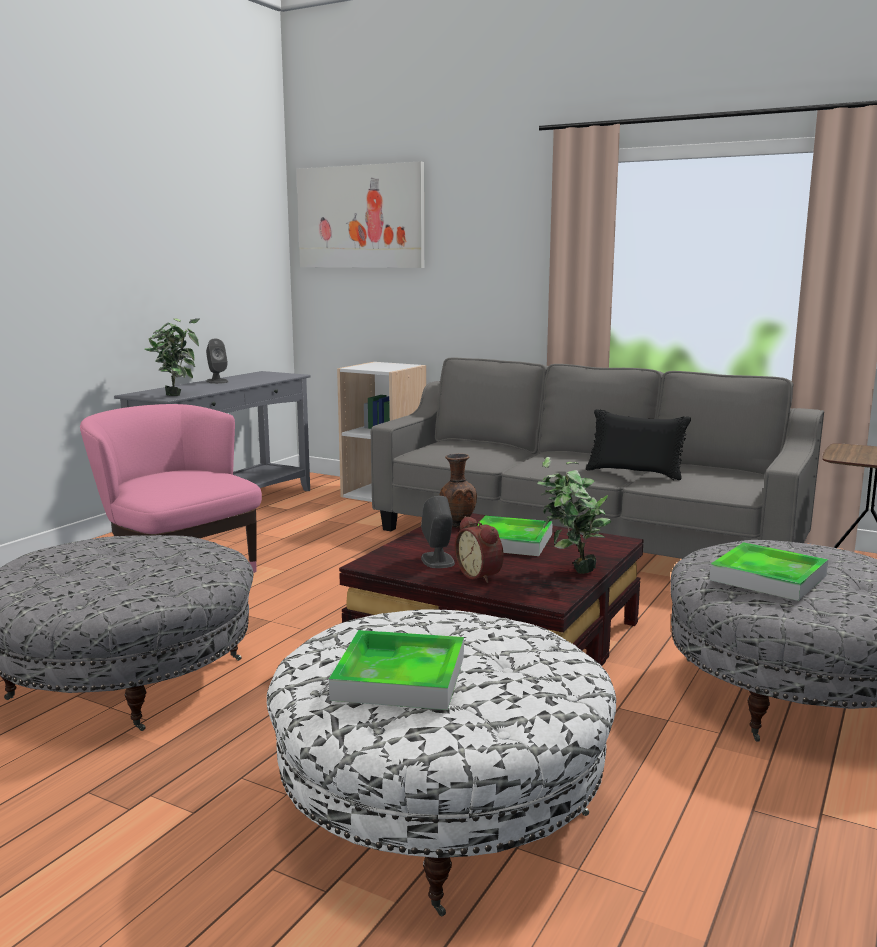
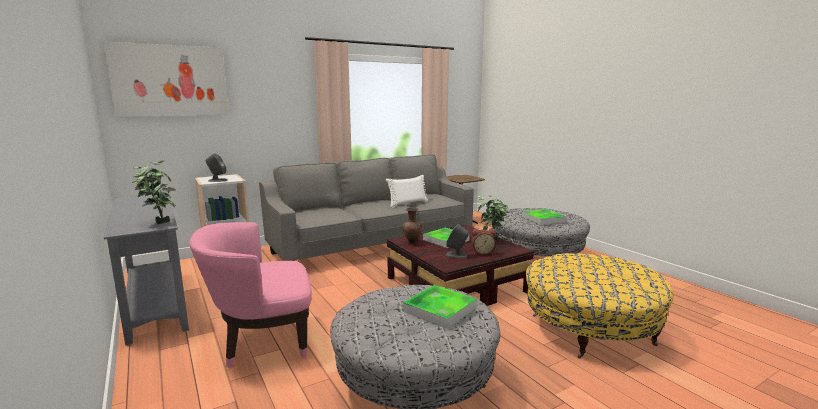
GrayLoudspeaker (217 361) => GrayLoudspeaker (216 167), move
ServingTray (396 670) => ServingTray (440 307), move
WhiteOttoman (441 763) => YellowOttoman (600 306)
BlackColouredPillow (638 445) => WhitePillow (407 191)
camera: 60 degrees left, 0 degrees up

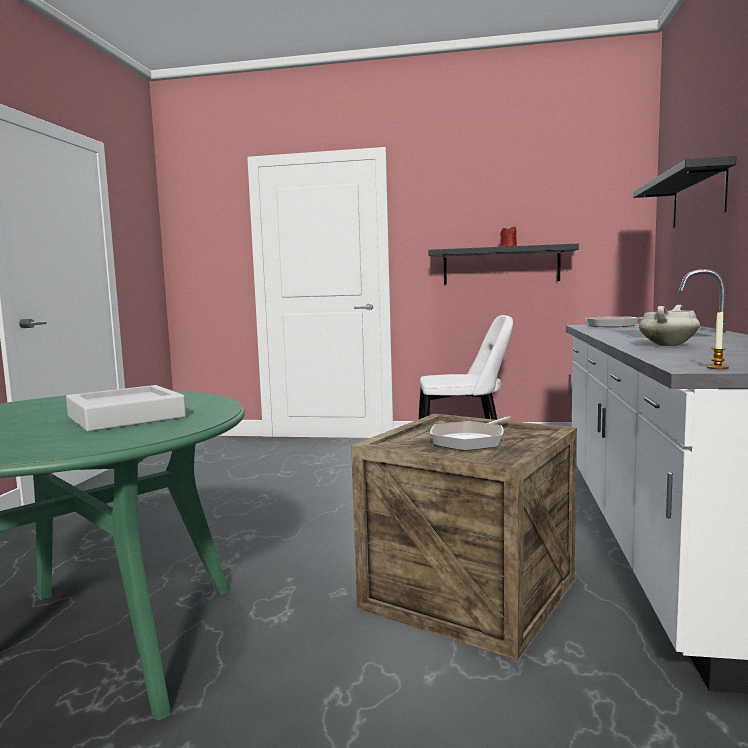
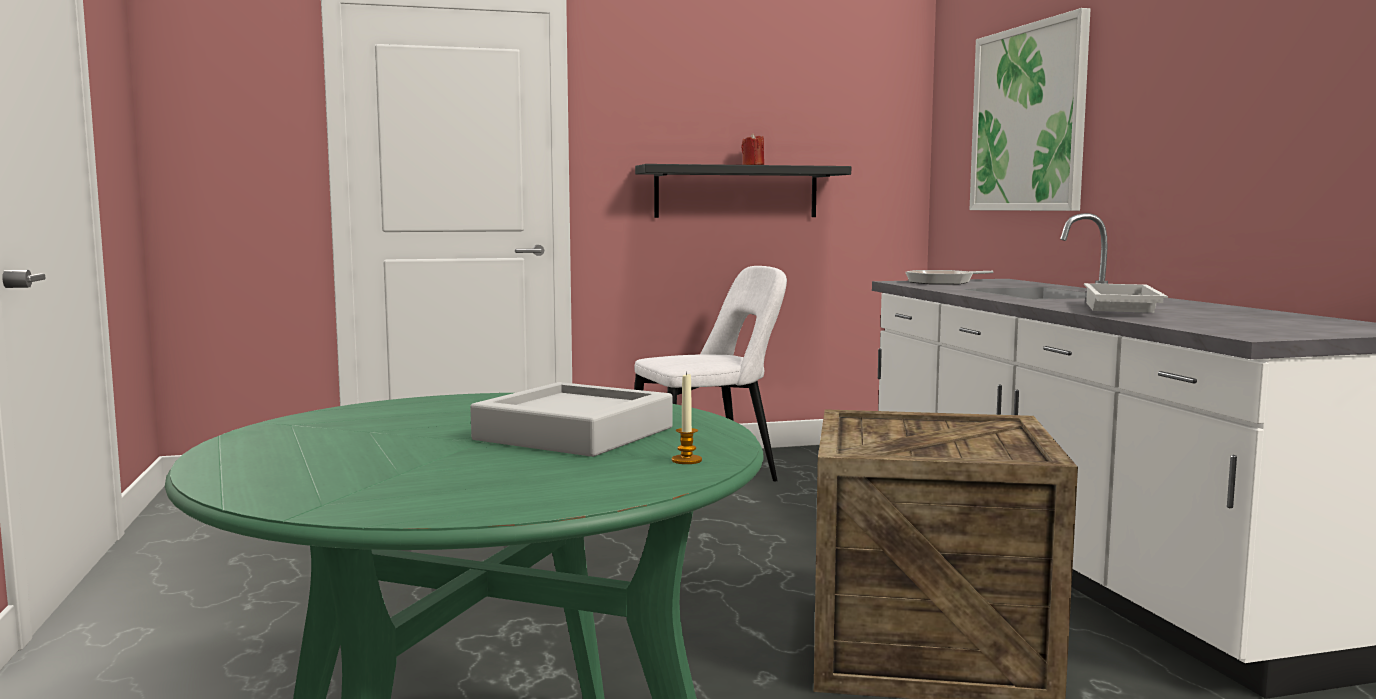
Skillet (470 433) => nothing
WaxLight (718 340) => WaxLight (687 418), move
BlackColouredShelf (684 192) => WallPicture (1030 109)
WhiteSaucepot (669 325) => WhiteServingTray (1126 298)
camera: 25 degrees left, 0 degrees up

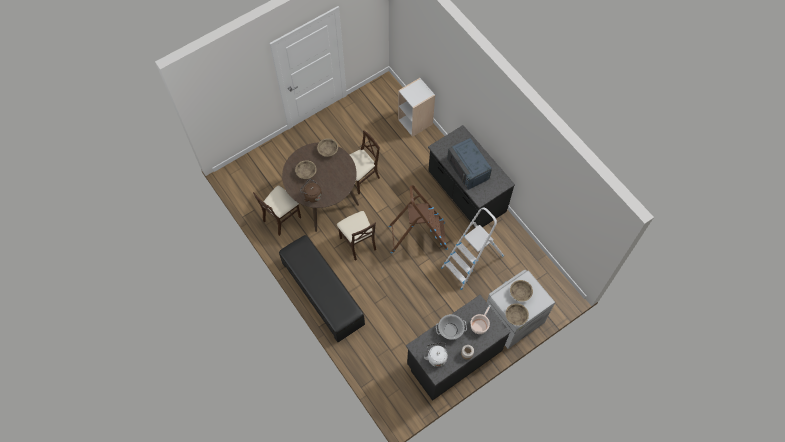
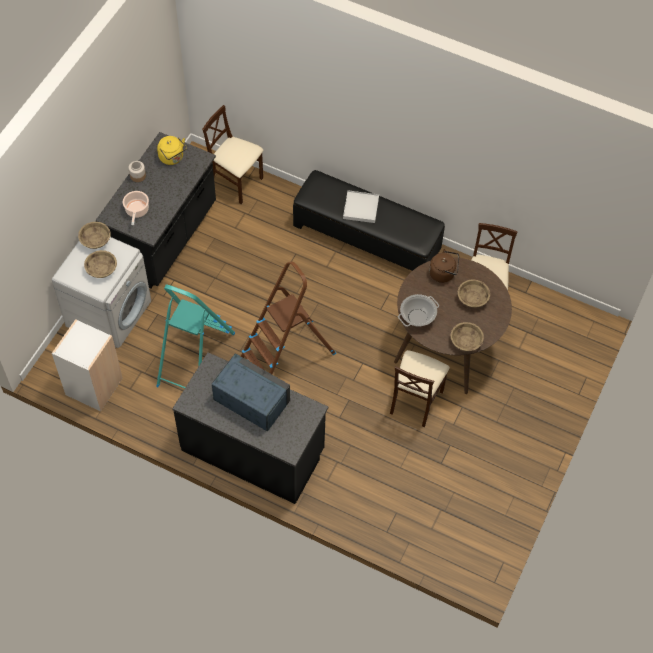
nothing => WhiteServingTray (361 206)
BeigeUprightChair (356 236) => BeigeUprightChair (233 154), move
Bookcase (416 107) => Bookcase (87 365), move
Saucepot (451 327) => Saucepot (418 310), move
WhiteKettle (436 354) => YellowKettle (172 150)
WhiteStepladder (472 248) => BlueGreenStepladder (195 336)
camera: 150 degrees right, 5 degrees down

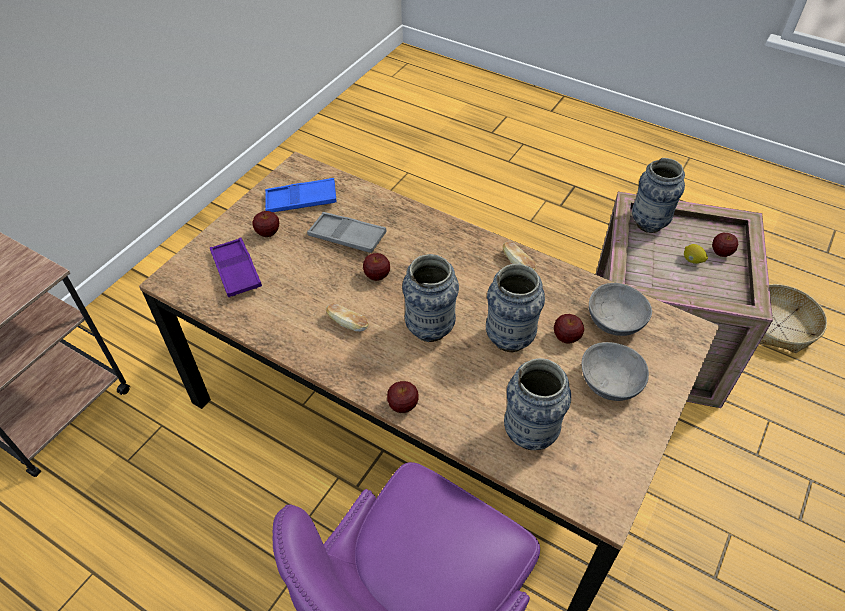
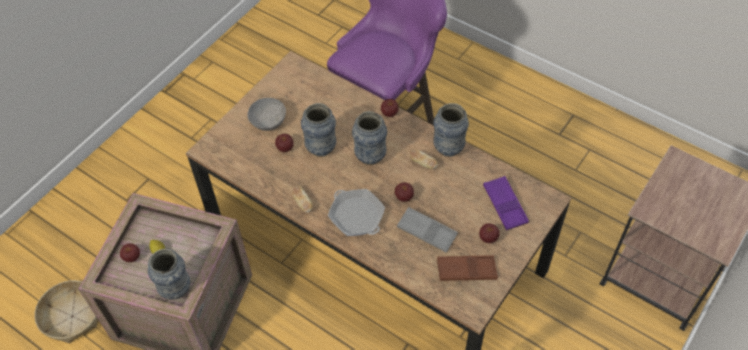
GrayServingBowl (620 309) => nothing
nothing => Skillet (356 212)
DecorativeVase (537 404) => DecorativeVase (451 130), move
BlueServingTray (301 195) => BrownServingTray (467 268)
camera: 175 degrees left, 5 degrees up

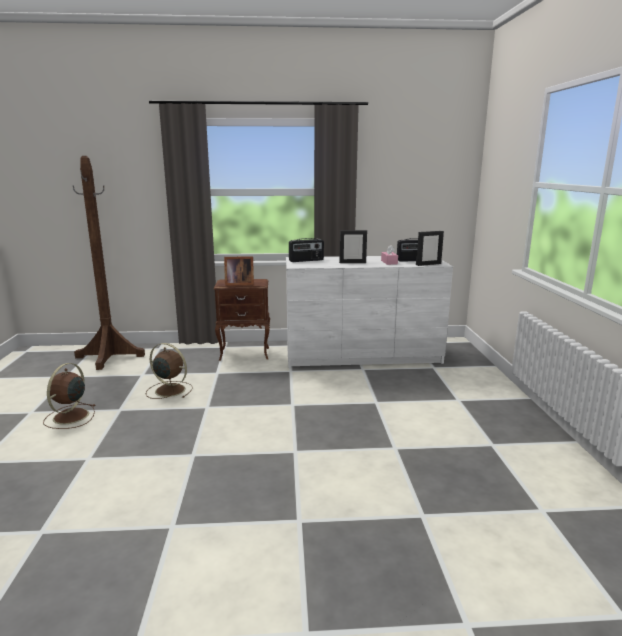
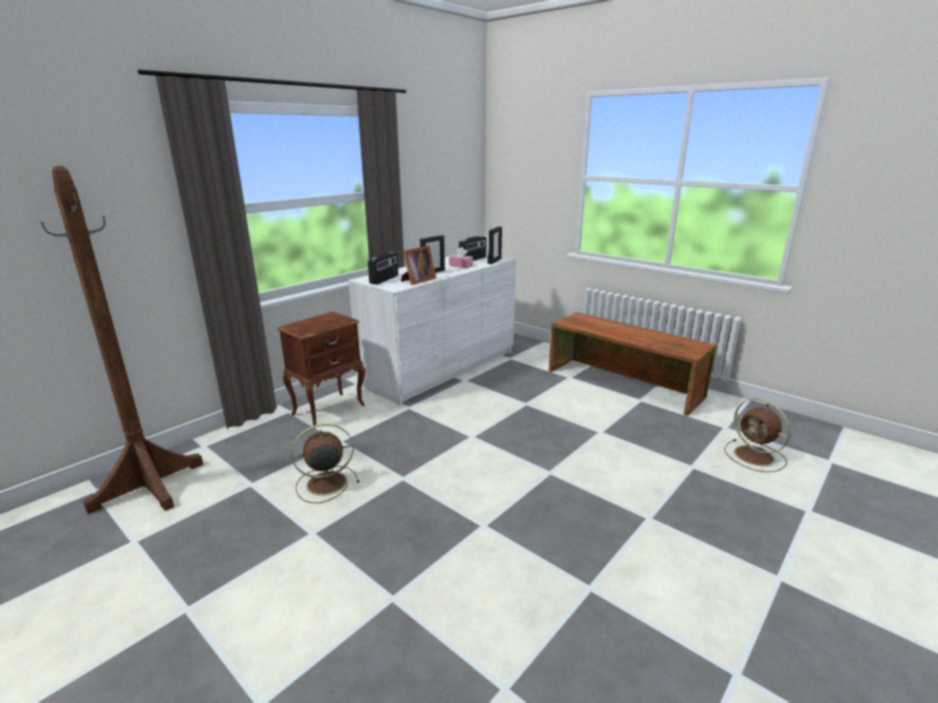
nothing => BrownIndoorBench (633 364)
BrownElectricFan (69 396) => BrownElectricFan (757 435), move
PictureFrame (239 271) => PictureFrame (418 265), move
camera: 45 degrees left, 5 degrees up

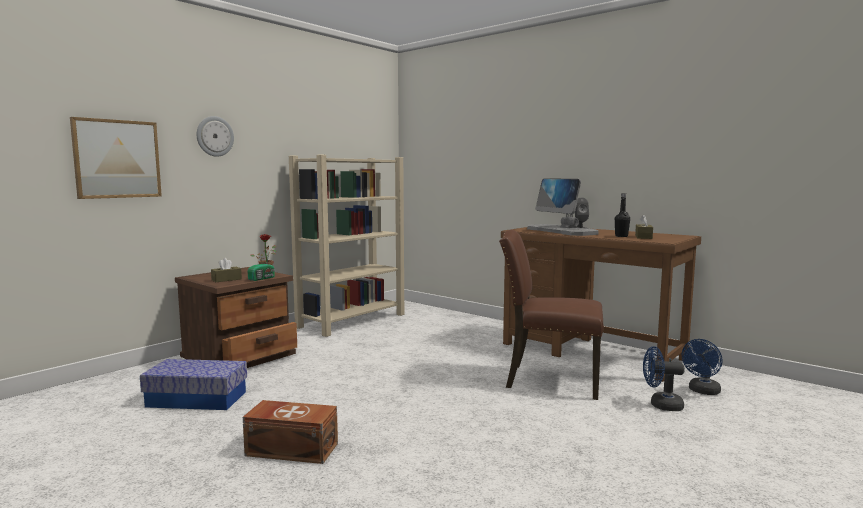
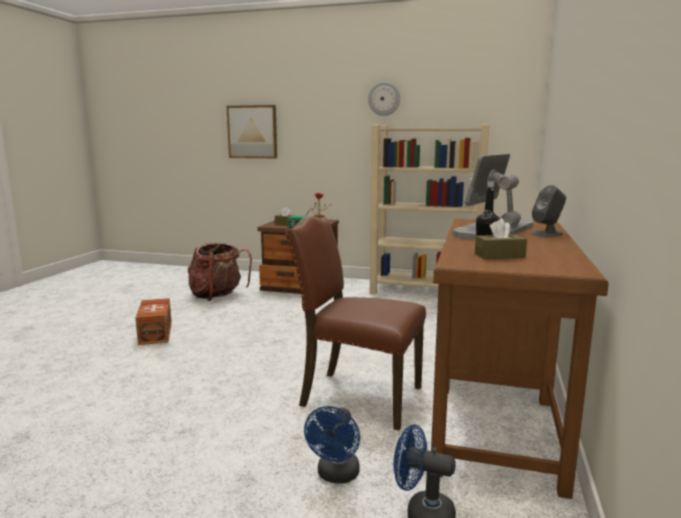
HangingClock (215 136) => HangingClock (384 99), move
StorageContainer (193 384) => Rucksack (220 271)
BrownUprightChair (551 315) => BrownUprightChair (355 323), 60 degrees counterclockwise
BlueElectricFan (664 378) => BlueElectricFan (332 444), 150 degrees counterclockwise
camera: 65 degrees right, 5 degrees up

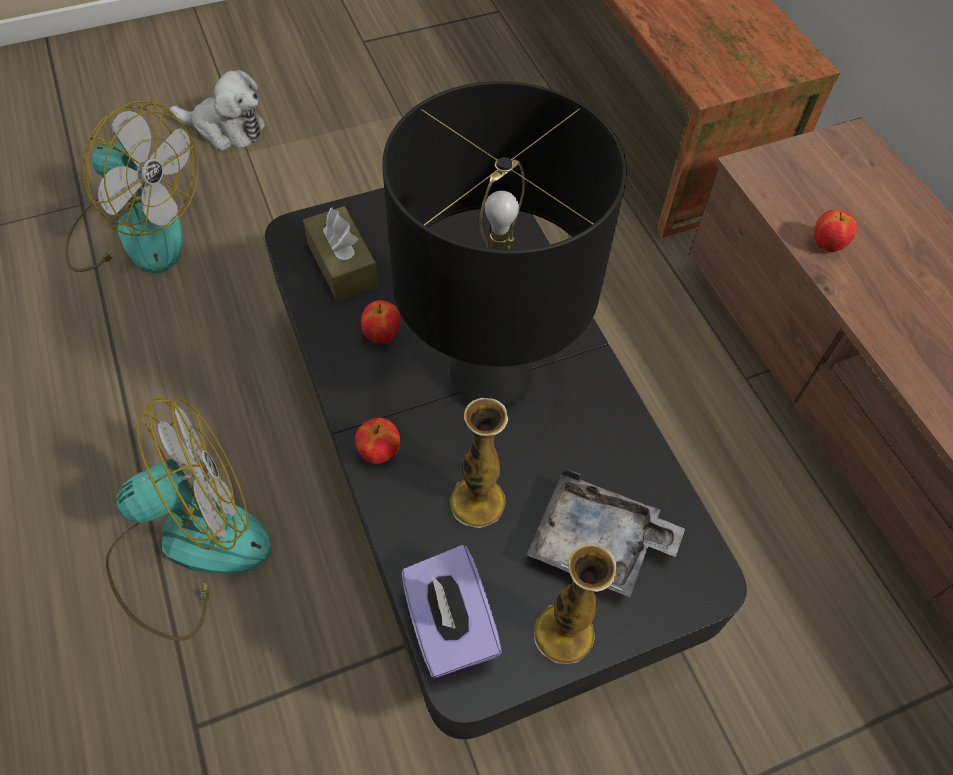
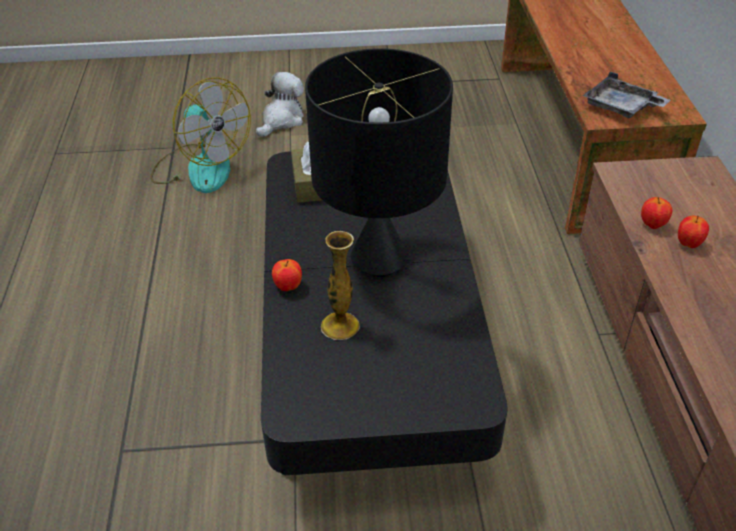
ElectricFan (189 519) => nothing
PurplishTissueHolder (452 611) => nothing
DecorativeVase (575 604) => nothing
Apple (380 321) => Apple (693 232), move
GrayServingTray (606 533) => GrayServingTray (626 95), move
PlushToy (217 110) => PlushToy (280 104), 90 degrees counterclockwise
camera: 20 degrees right, 15 degrees down

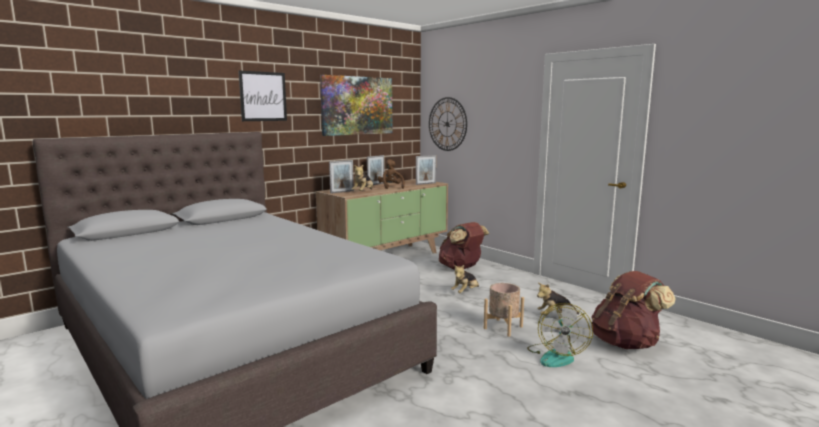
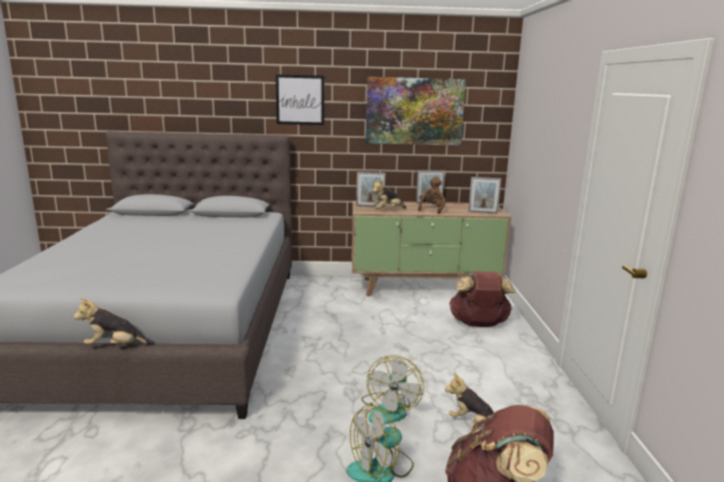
HangingClock (448 124) => nothing
PlushToy (465 279) => PlushToy (114 321), move
BeigePlantPot (504 310) => ElectricFan (392 389)
camera: 40 degrees right, 5 degrees up

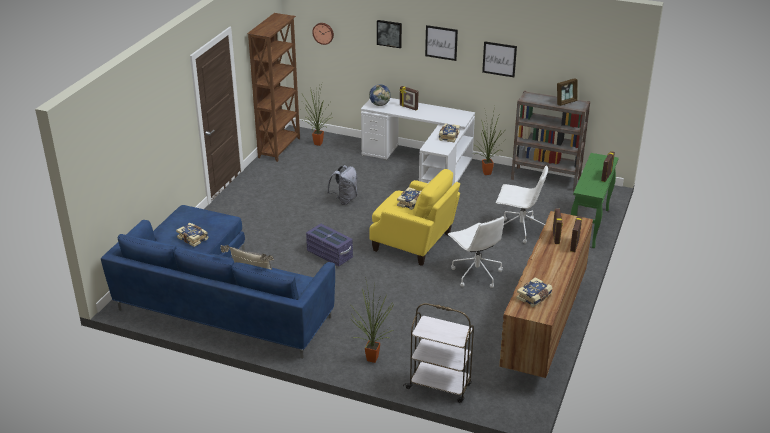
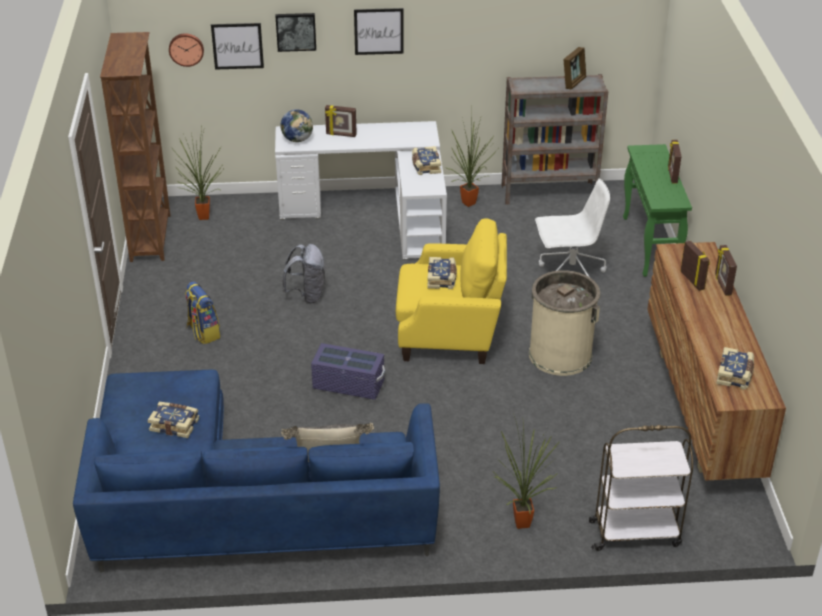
nothing => Rucksack (202 312)
WallPicture (499 59) => WallPicture (237 46), move
WhiteOfficeChair (476 252) => BeigeTrashCan (565 323)
camera: 25 degrees left, 5 degrees up

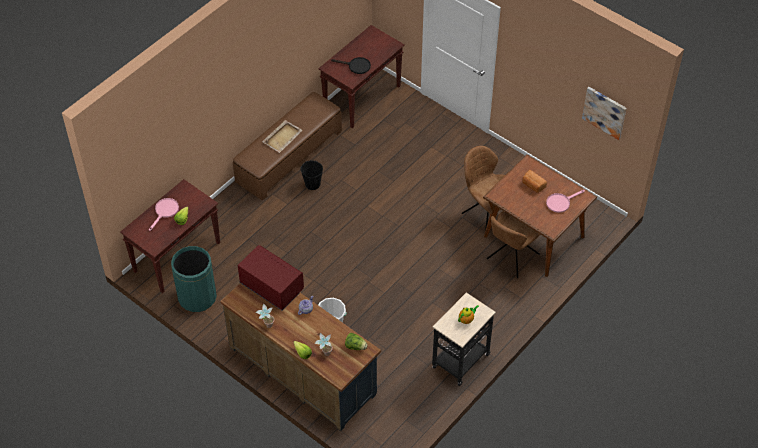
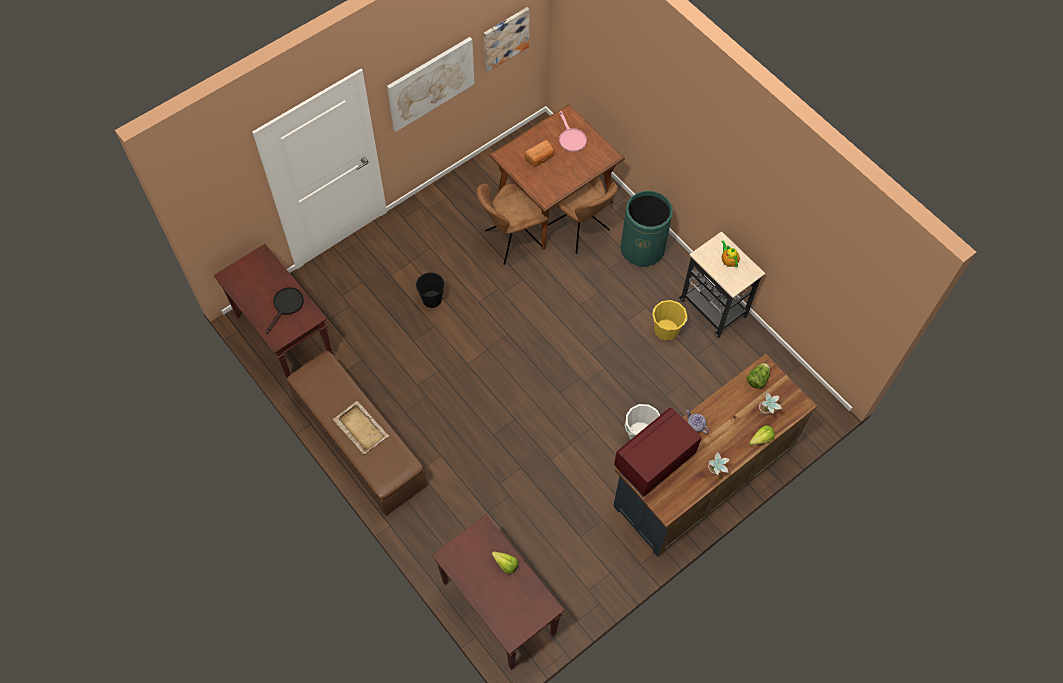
PinkColouredSkillet (164 214) => nothing
nothing => WallPicture (431 84)
nothing => YellowPail (670 320)
GreenColouredTrashCan (194 279) => GreenColouredTrashCan (647 229), move
BlackColouredPail (312 175) => BlackColouredPail (430 290), move
camera: 80 degrees left, 10 degrees up

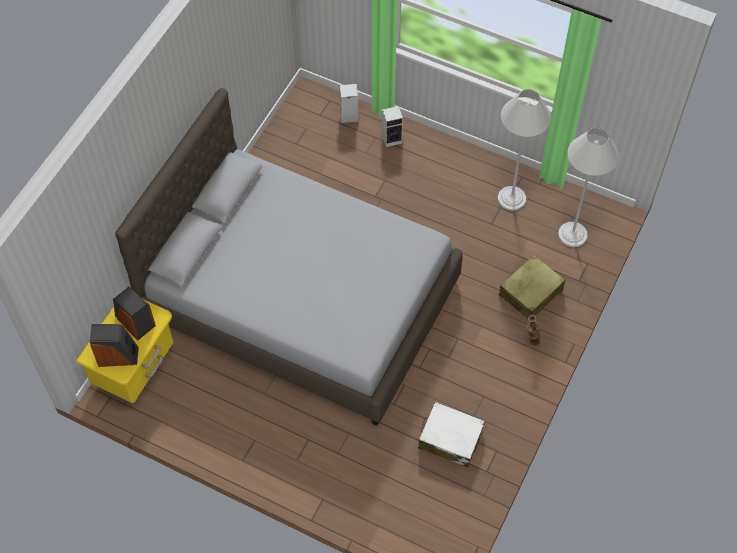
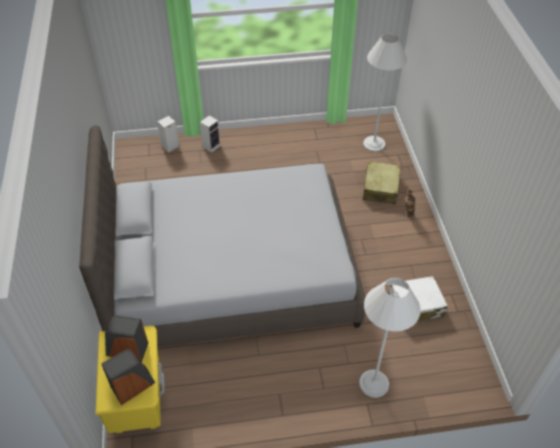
WhiteStandingLamp (524 150) => WhiteStandingLamp (390 338), move
camera: 35 degrees left, 10 degrees down

